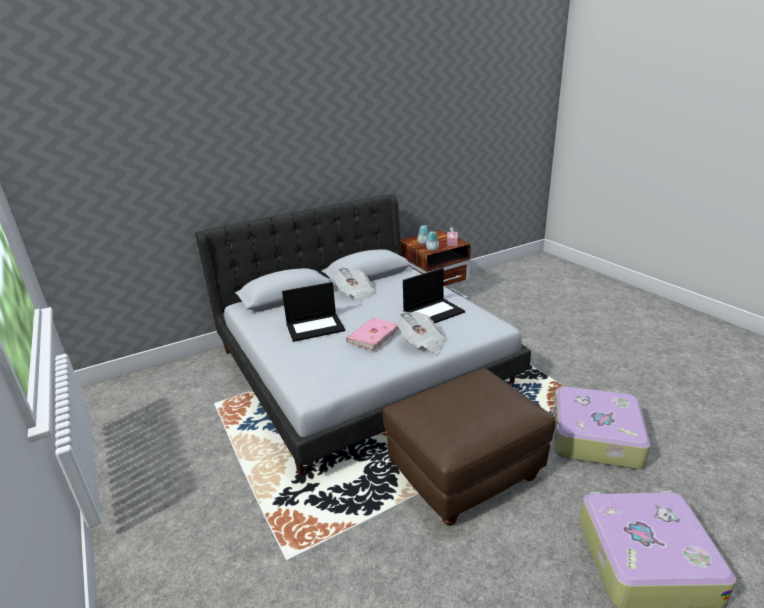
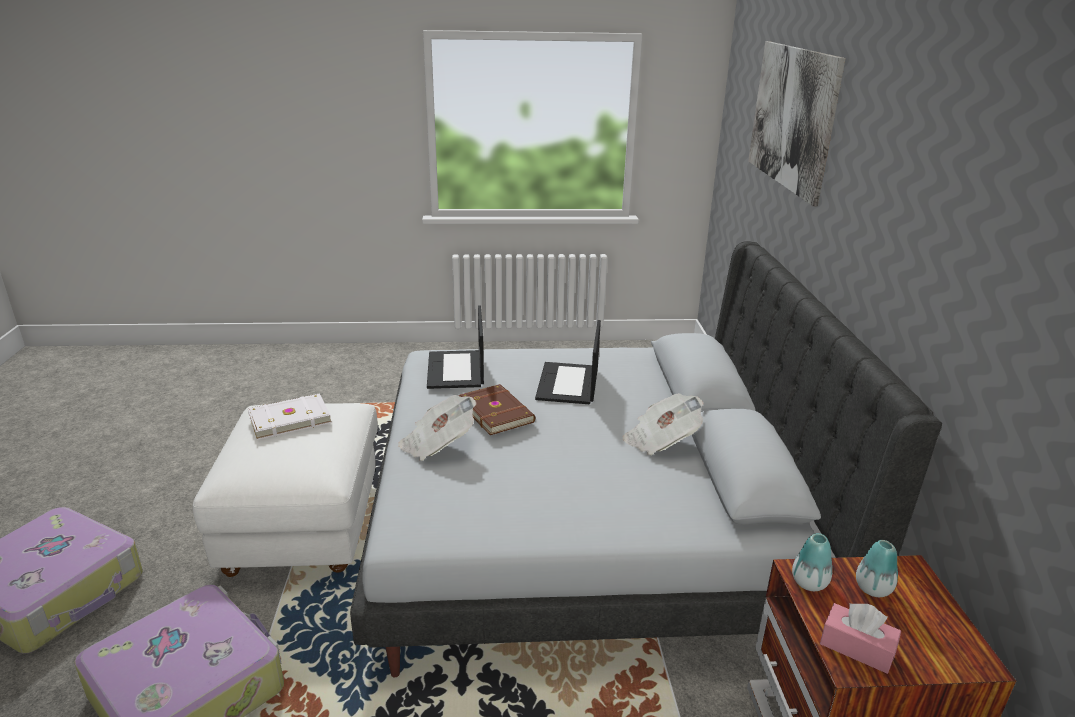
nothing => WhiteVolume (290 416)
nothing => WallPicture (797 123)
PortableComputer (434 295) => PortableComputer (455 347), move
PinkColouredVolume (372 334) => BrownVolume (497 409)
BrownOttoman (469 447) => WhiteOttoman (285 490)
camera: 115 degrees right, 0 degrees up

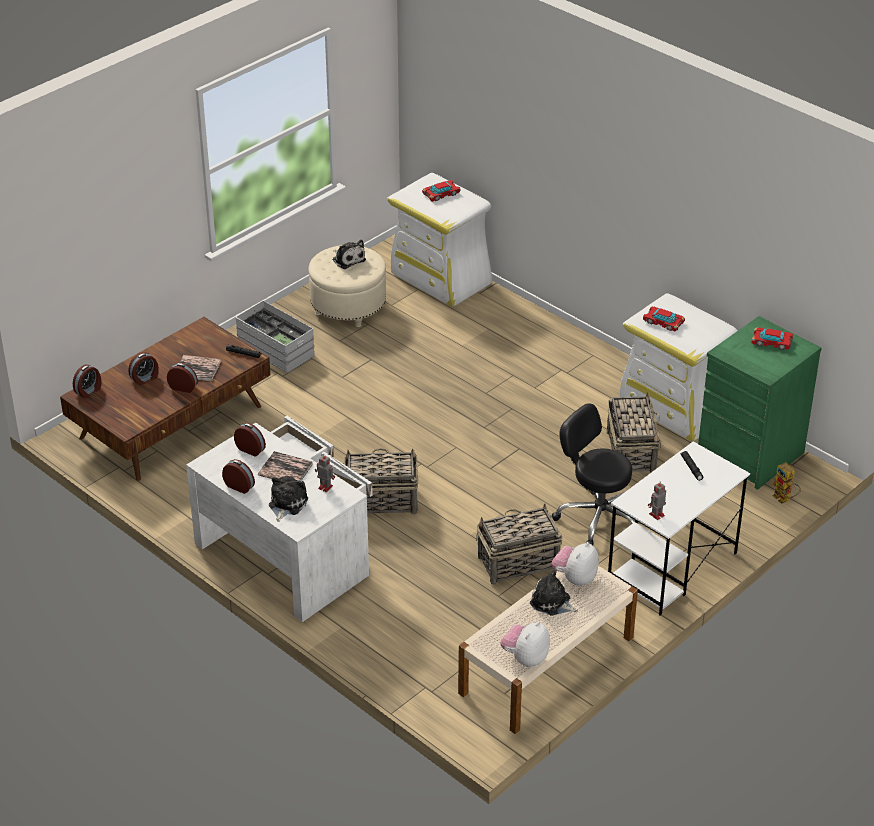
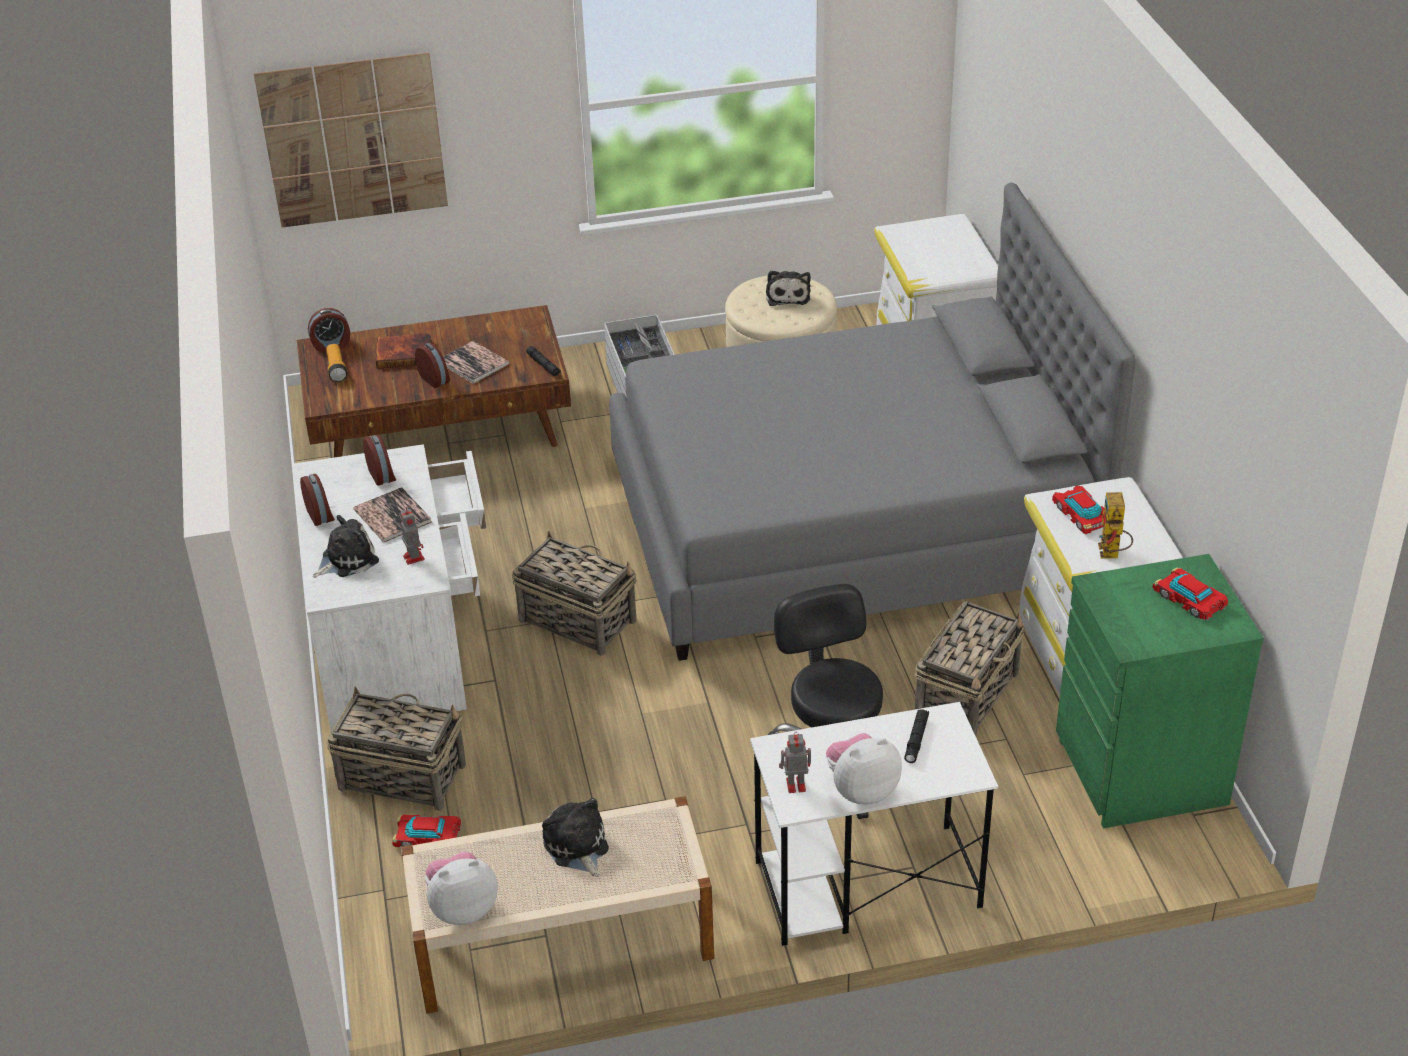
nothing => WallPicture (351 140)
nothing => HandTorch (336 363)
nothing => GrayBed (872 421)
ModelCar (441 191) => ModelCar (426 831), move
Basket (519 544) => Basket (396 748), move
PlushToy (575 564) => PlushToy (864 768), move
ToyRobot (786 483) => ToyRobot (1115 525), move
TableClock (143 368) => Volume (404 351)
camera: 35 degrees right, 0 degrees up

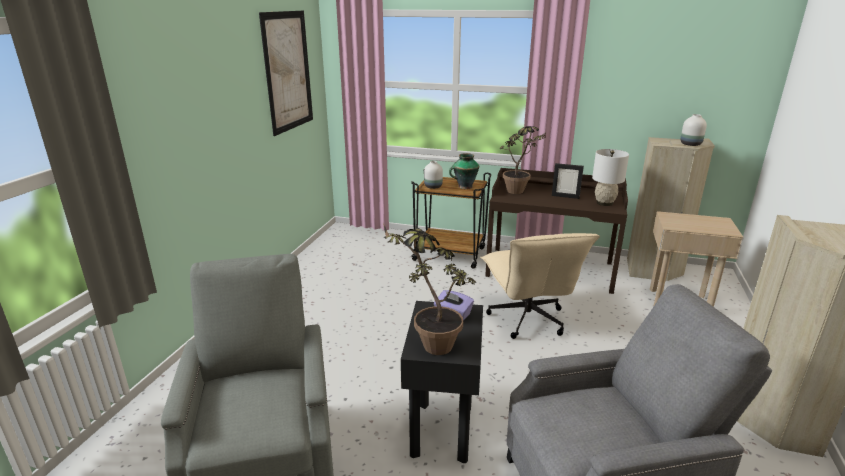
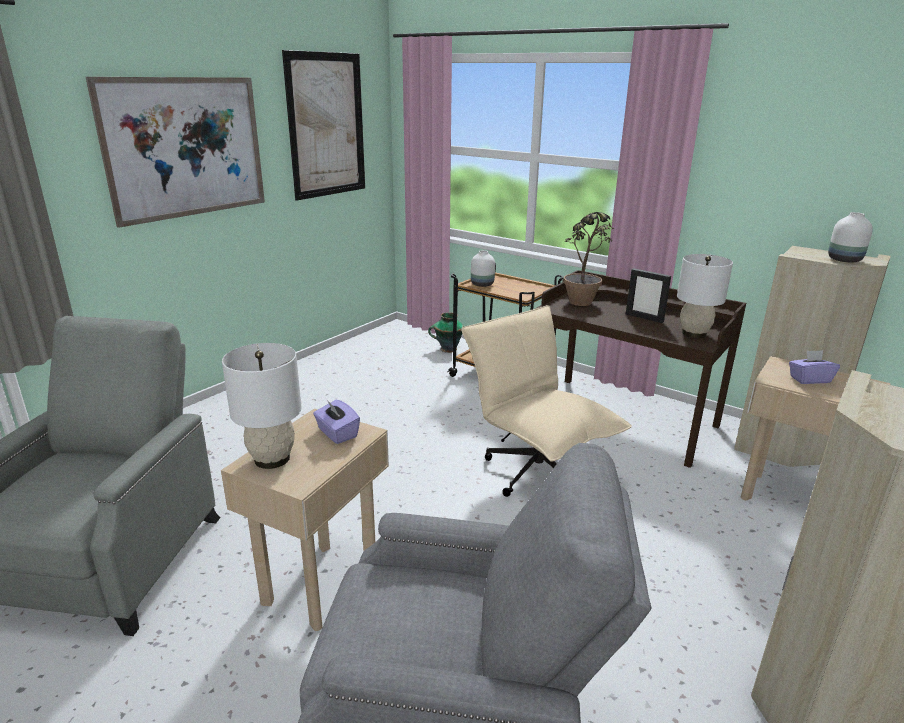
nothing => WallPicture (175 152)
nothing => PurplishTissueHolder (814 367)
DecorativeVase (464 171) => DecorativeVase (446 332), move
PottedPlant (429 289) => WhiteTableLamp (262 406)
BlackColouredSideTable (442 382) => BeigeSideTable (305 520)
BeigeOfficeChair (540 286) => BeigeOfficeChair (546 401), 135 degrees clockwise
camera: 20 degrees right, 0 degrees up

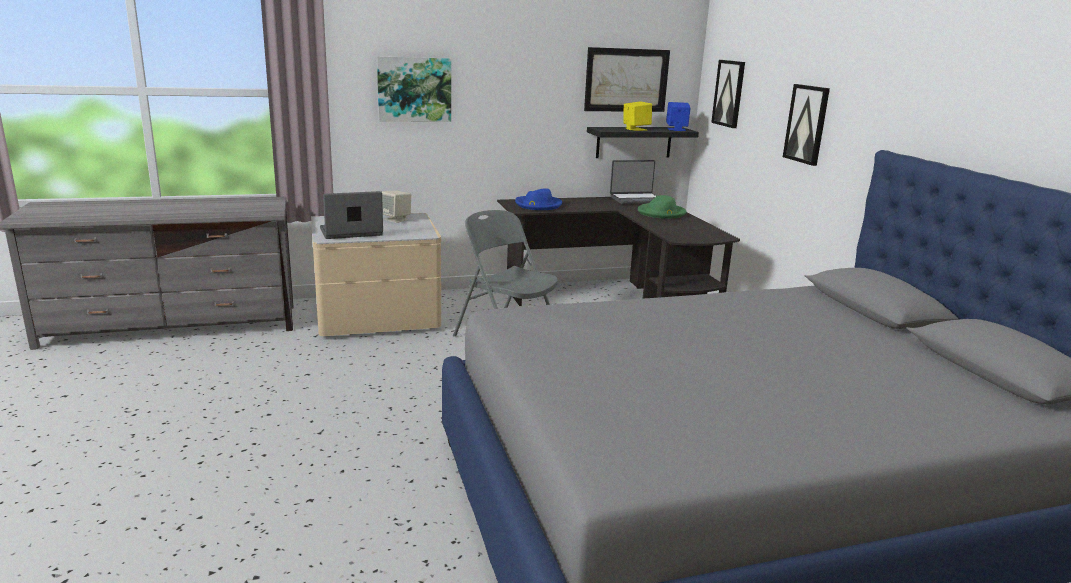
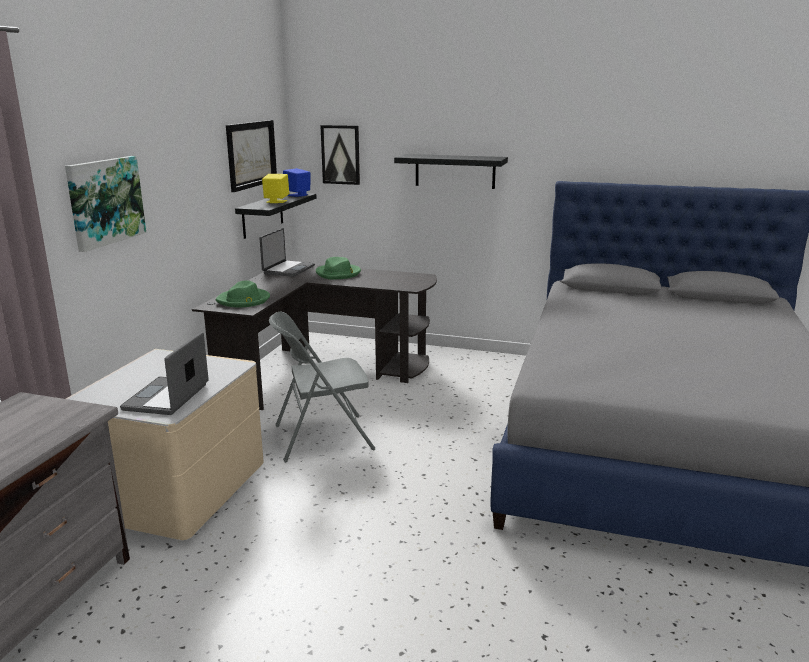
BeigeLoudspeaker (396 206) => nothing
WallPicture (806 125) => BlackColouredShelf (451 171)
BlueClothingHat (538 199) => GreenColouredClothingHat (243 293)
camera: 55 degrees left, 0 degrees up

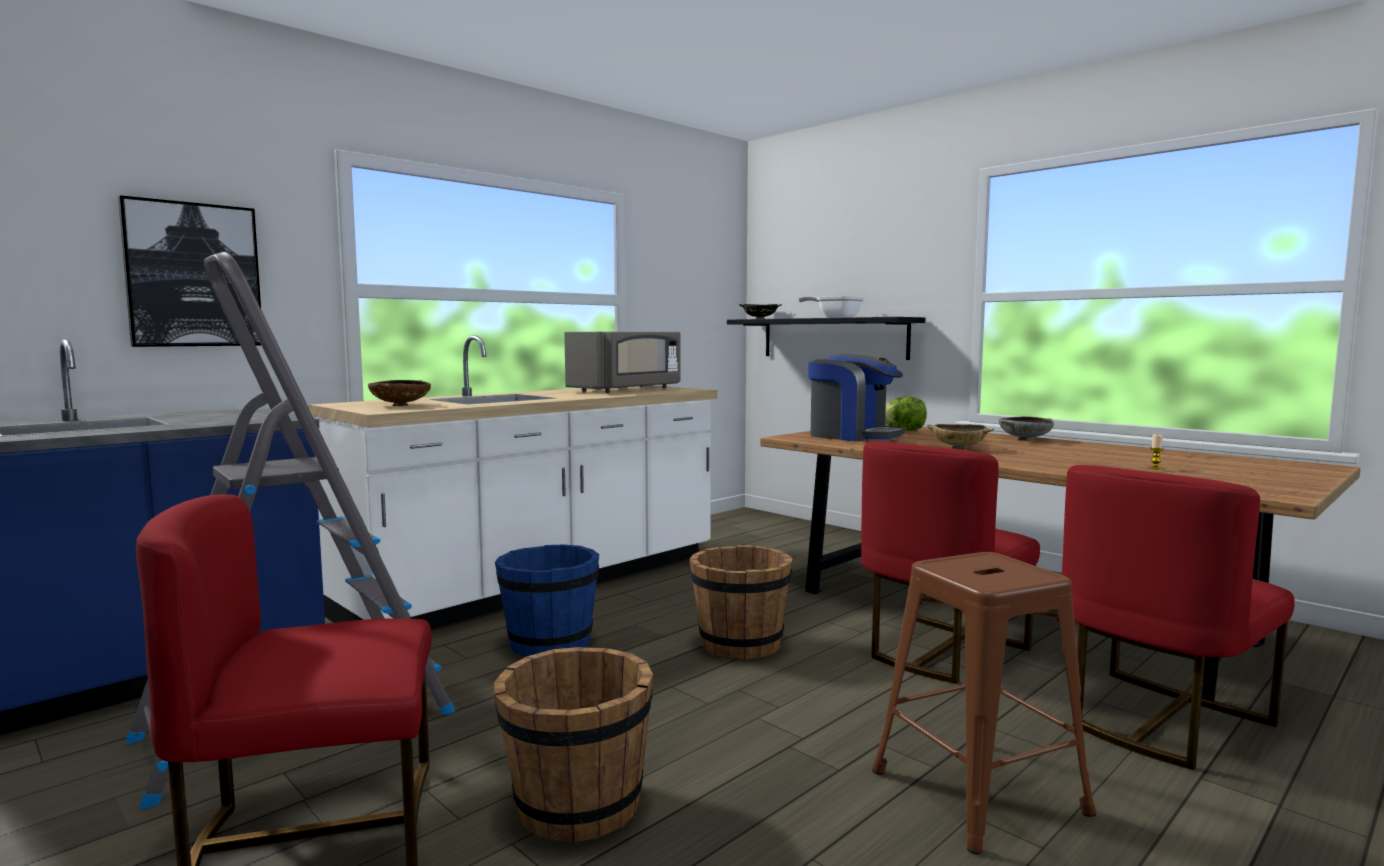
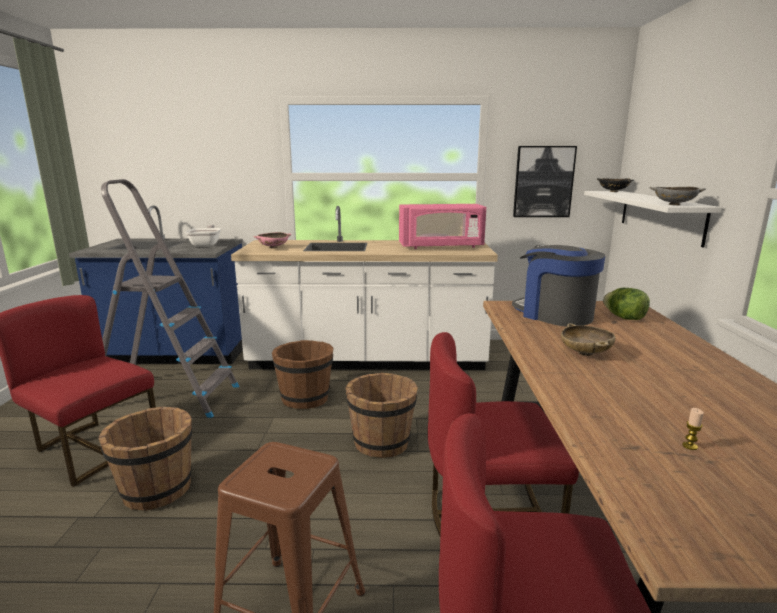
WallPicture (189 271) => WallPicture (545 181), move
Skillet (831 307) => Skillet (203 236), move
GrayServingBowl (1026 428) => GrayServingBowl (678 196), move
BrownServingBowl (399 393) => PinkColouredServingBowl (272 240)
BluePail (547 601) => BrownPail (302 374)
GrayKitchenMicrowave (622 362) => PinkColouredKitchenMicrowave (442 226)
BlackColouredShelf (826 338) => WhiteShelf (653 219)
CoffeeMaker (856 397) => CoffeeMaker (558 285), 150 degrees clockwise
camera: 45 degrees right, 10 degrees up

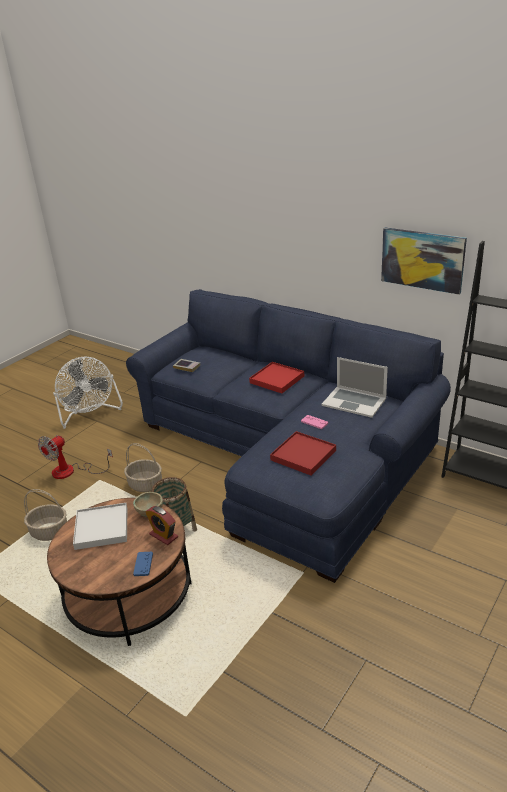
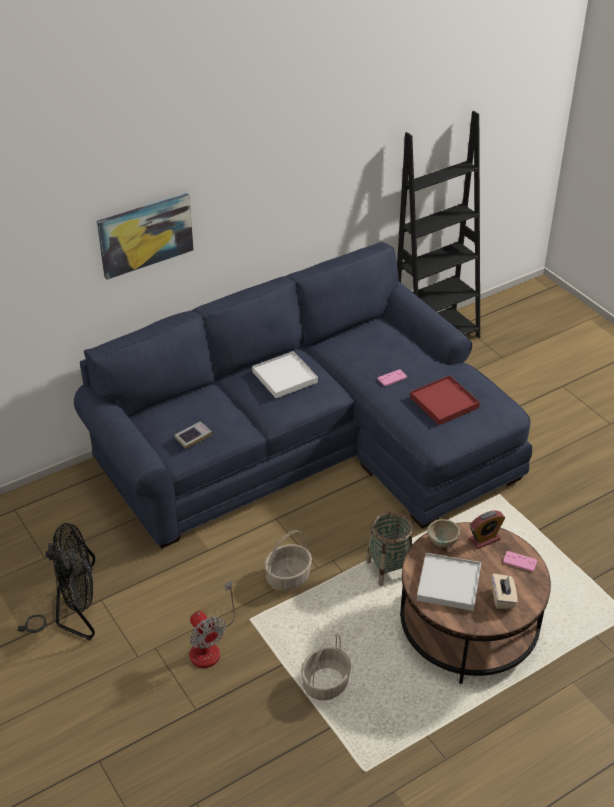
PortableComputer (355 387) => nothing
nothing => BeigeTissueHolder (504 591)
WallPicture (424 261) => WallPicture (145 236), move
WhiteElectricFan (88 393) => BlackColouredElectricFan (56 582)
BlueJoypad (143 564) => PinkColouredJoypad (520 561)
RedServingTray (276 377) => WhiteServingTray (285 374)
camera: 70 degrees left, 10 degrees up

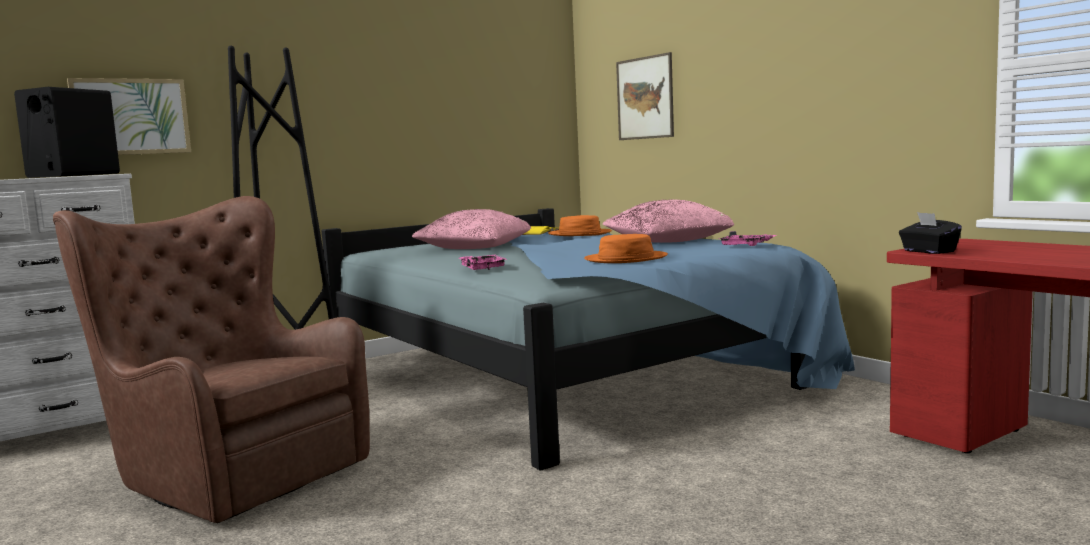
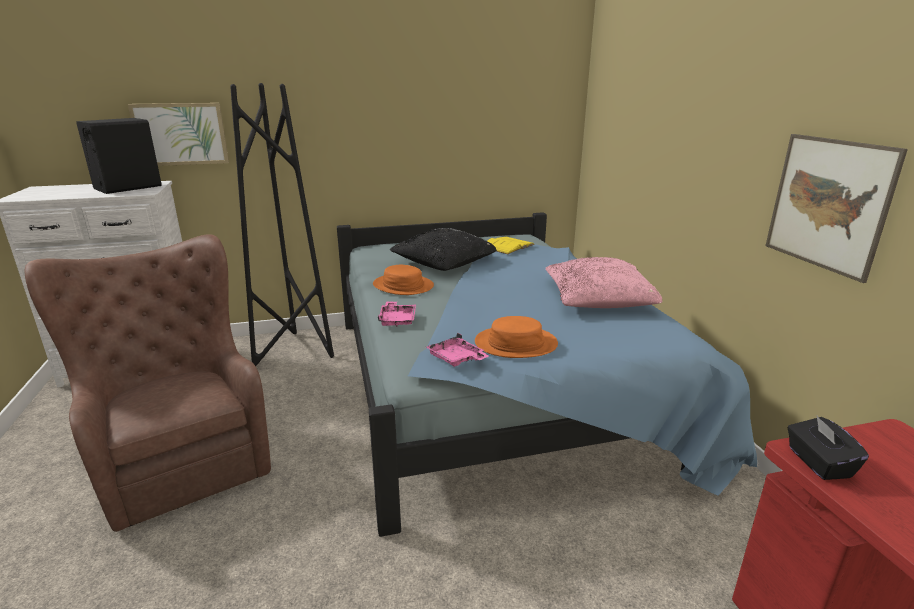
OrangeClothingHat (580 225) => OrangeClothingHat (403 280), move
WallPicture (645 96) => WallPicture (836 208), move
PinkColouredServingTray (747 238) => PinkColouredServingTray (457 350), move
PinkColouredPillow (471 229) => BlackColouredPillow (443 249)
camera: 20 degrees right, 15 degrees up

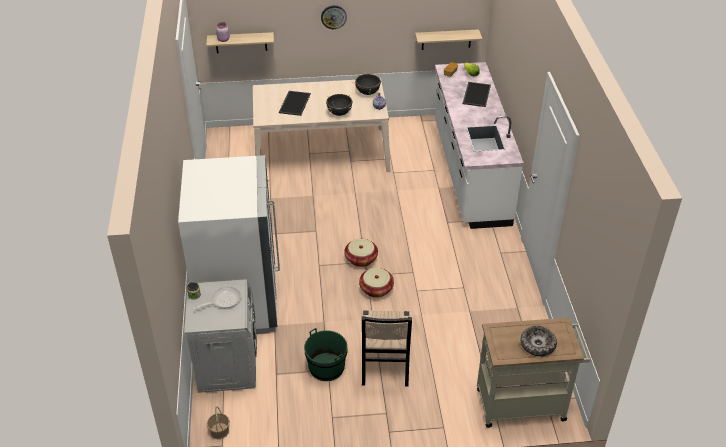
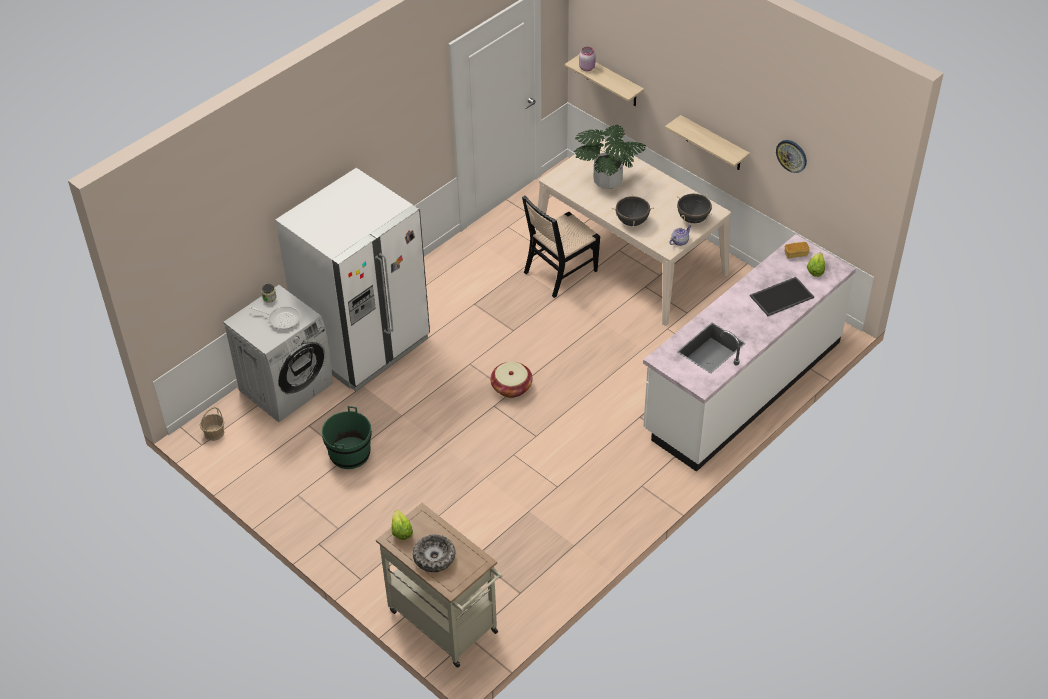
Basket (376 283) => nothing
nothing => Lettuce (402 525)
HangingClock (334 17) => HangingClock (791 156), move
UprightChair (387 348) => UprightChair (561 246), move
Shelf (448 40) => Shelf (707 142), move
ServingTray (295 103) => PottedPlant (610 157)
camera: 50 degrees right, 5 degrees up

